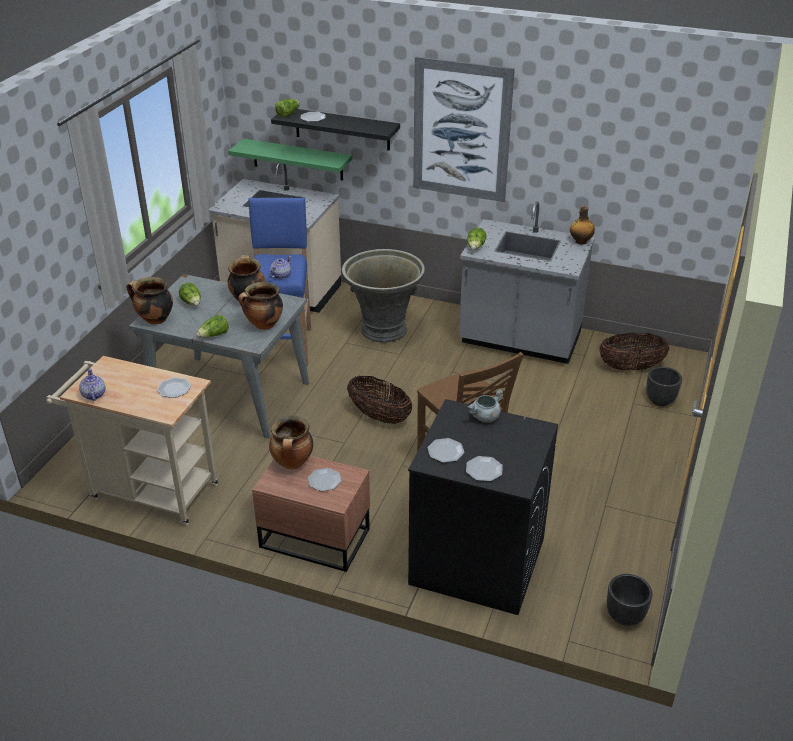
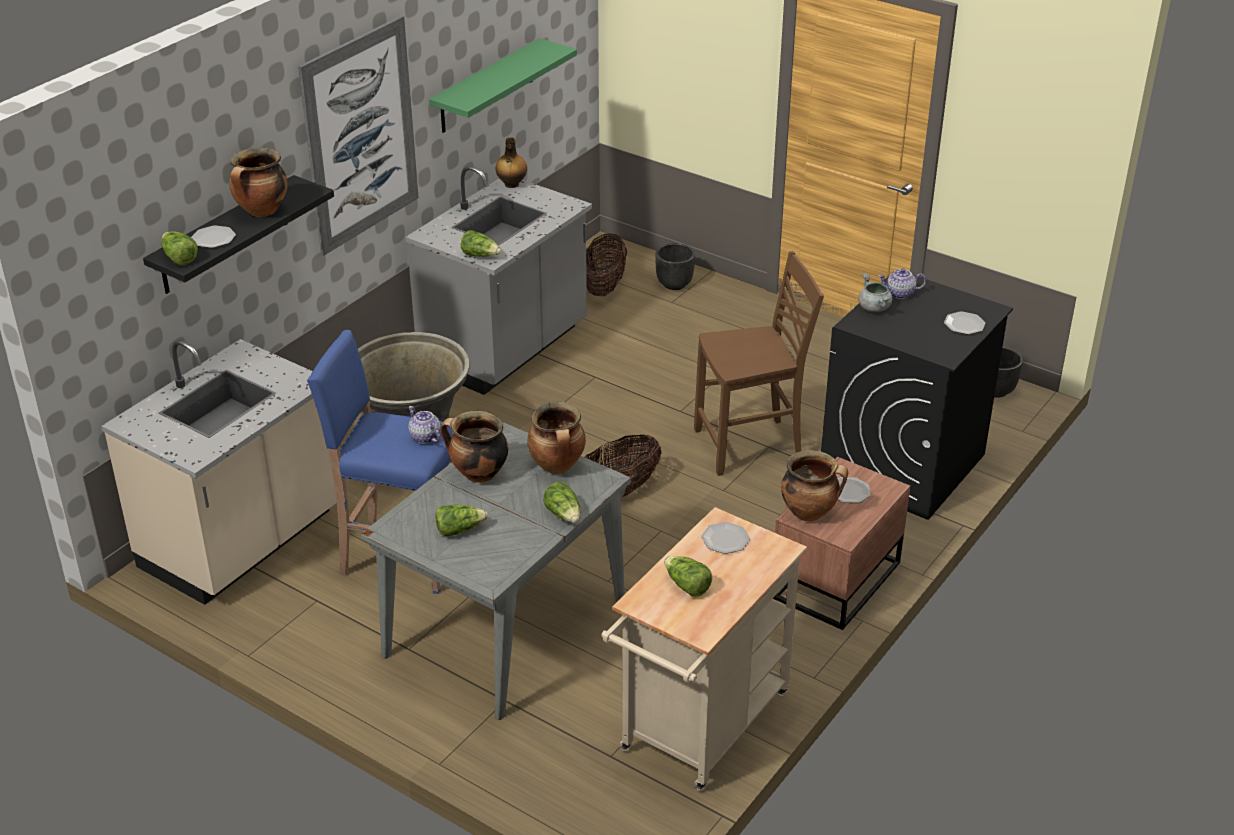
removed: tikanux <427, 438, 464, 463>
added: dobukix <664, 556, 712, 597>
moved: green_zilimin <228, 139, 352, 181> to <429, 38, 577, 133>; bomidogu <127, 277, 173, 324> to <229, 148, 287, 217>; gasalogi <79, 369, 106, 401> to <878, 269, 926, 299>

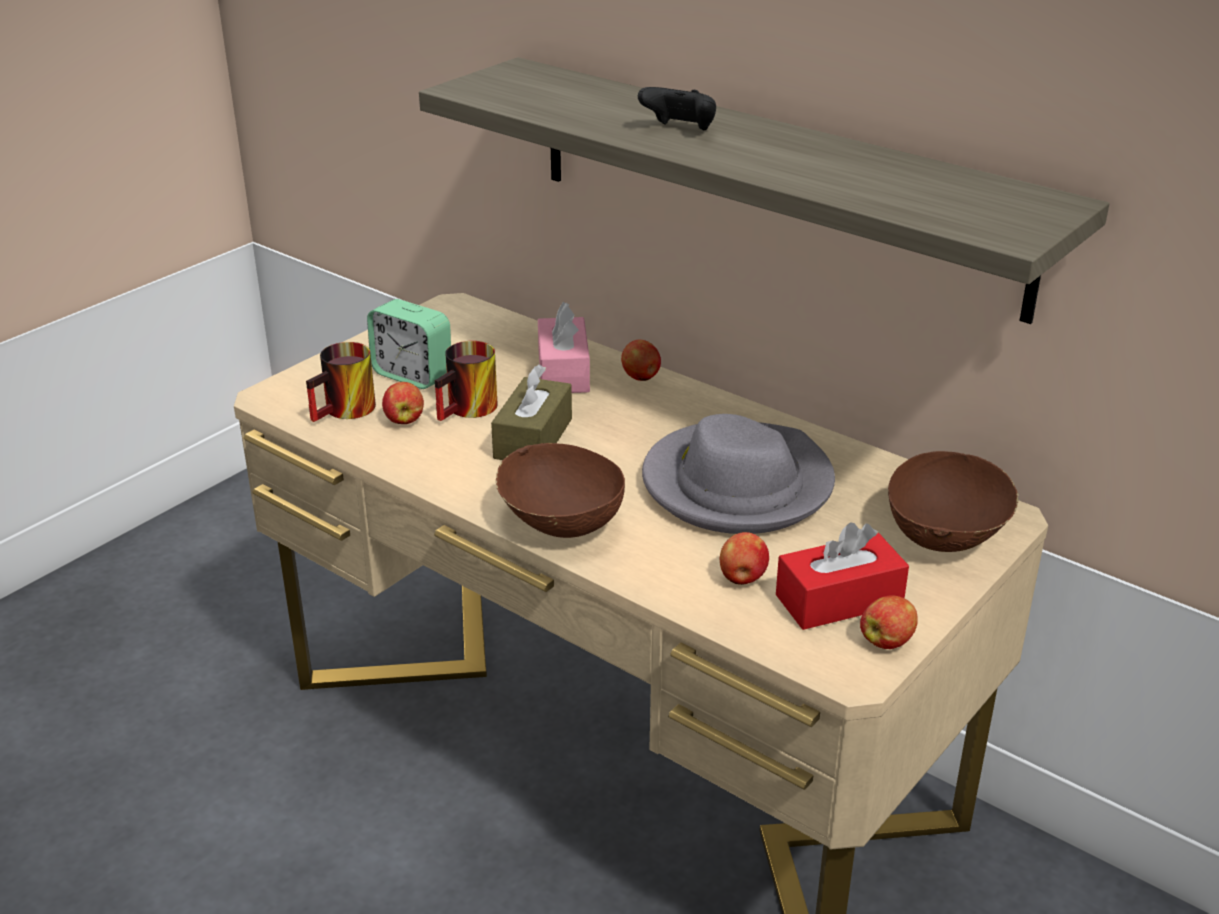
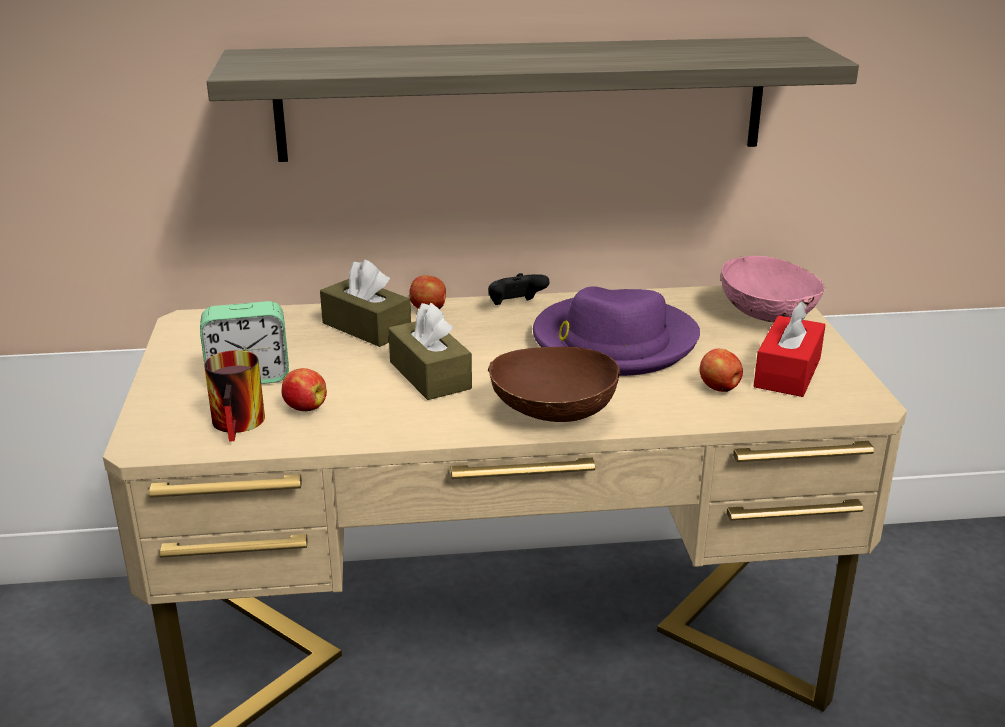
removed: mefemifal <435, 341, 498, 421>; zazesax <860, 595, 918, 649>
moved: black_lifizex <638, 87, 716, 130> to <488, 273, 550, 305>
recoloured: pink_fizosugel <538, 302, 590, 393> to brown_fizosugel <320, 259, 411, 347>; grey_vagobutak <642, 414, 835, 534> to purple_vagobutak <533, 286, 700, 376>; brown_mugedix <888, 451, 1019, 552> to pink_mugedix <721, 256, 825, 322>

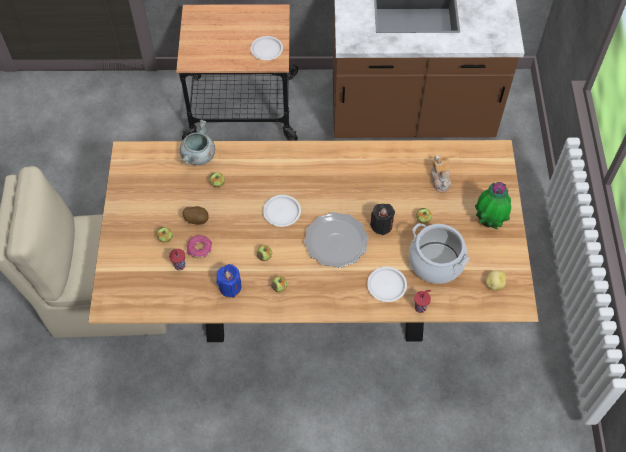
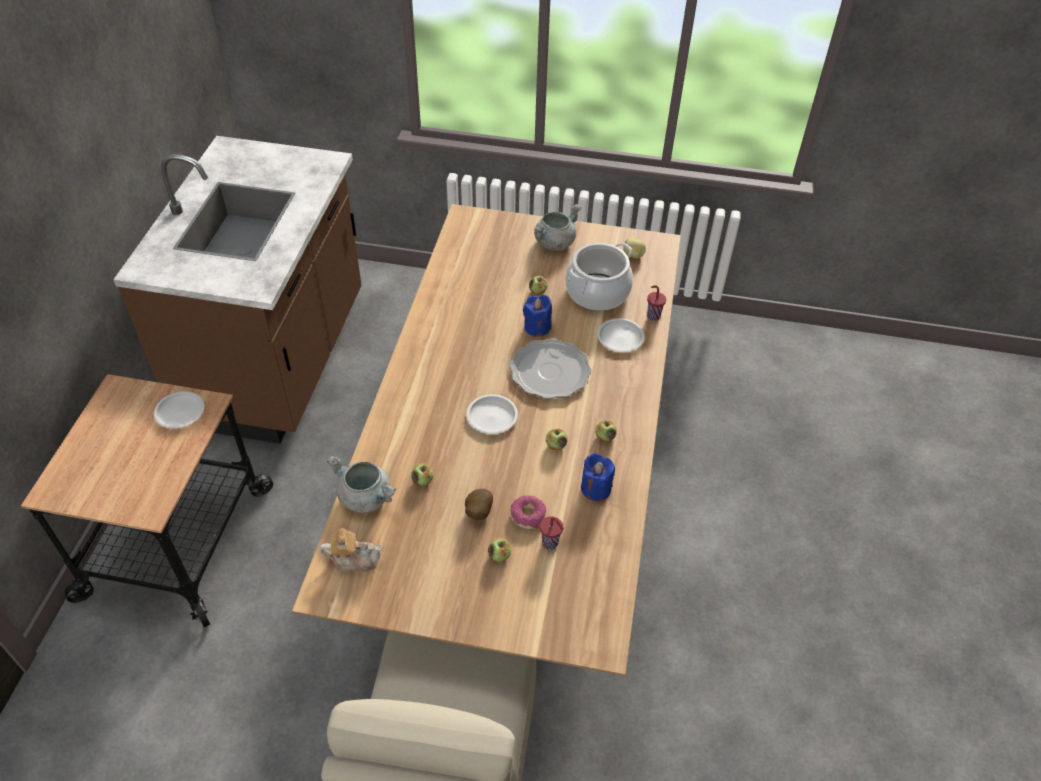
moved: gasalogi <430, 155, 451, 192> to <320, 528, 382, 572>
replaced: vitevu <475, 182, 511, 229> to grey_bomidogu <534, 204, 581, 251>
recoloured: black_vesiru <370, 204, 395, 235> to blue_vesiru <523, 295, 552, 337>

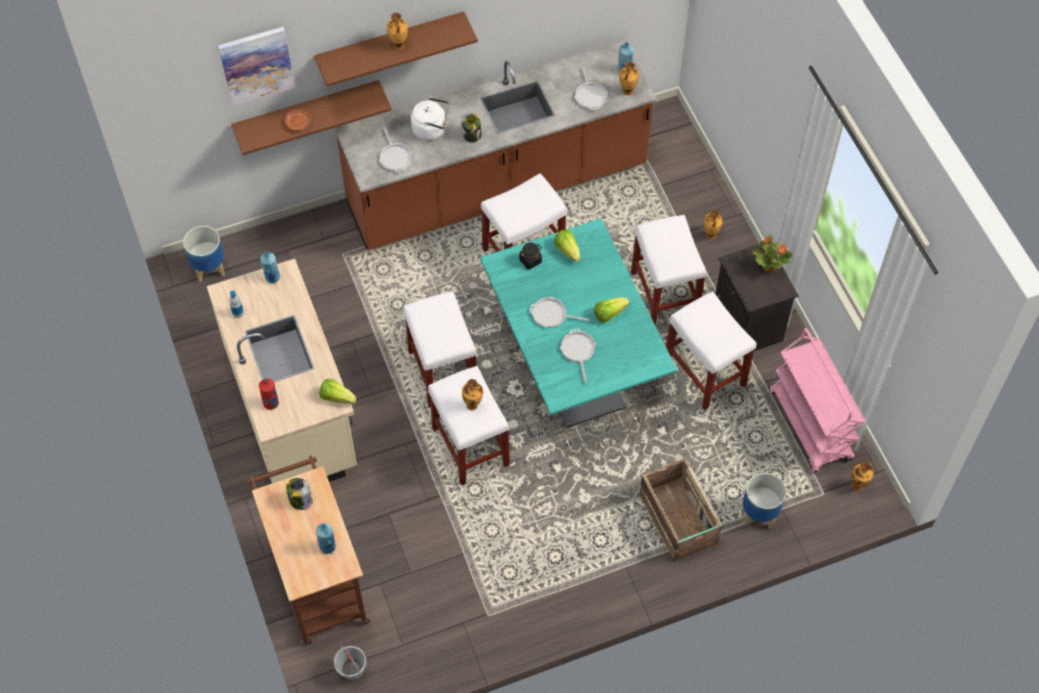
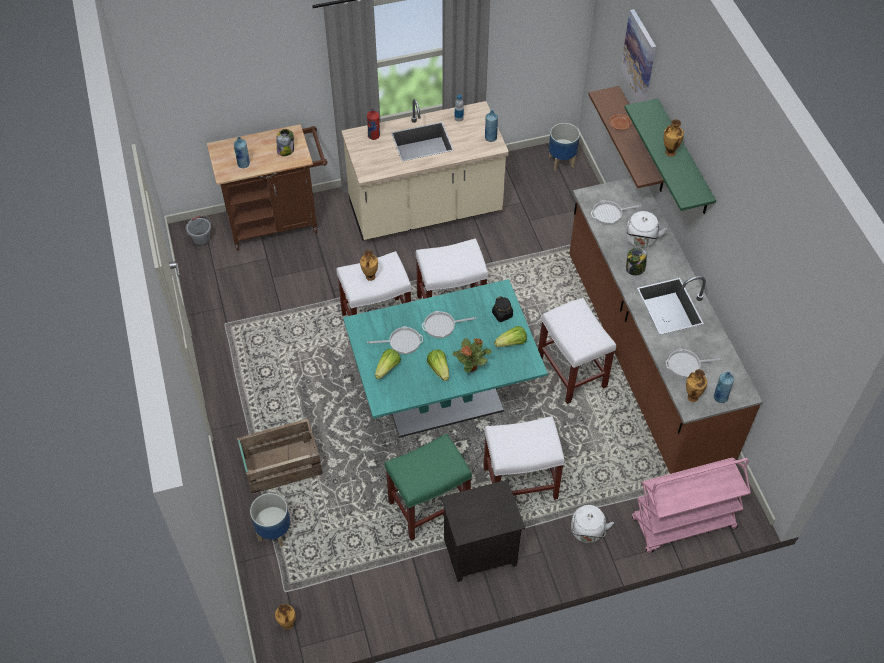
moved: vitevu <752, 235, 793, 273> to <453, 338, 492, 372>; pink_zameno <769, 328, 866, 473> to <632, 458, 751, 553>; dobukix <319, 379, 357, 404> to <375, 349, 401, 379>
replaced: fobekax <703, 209, 723, 239> to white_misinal <571, 505, 614, 543>
recoloured: brown_zilimin <314, 12, 478, 87> to green_zilimin <624, 98, 716, 214>; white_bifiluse <666, 291, 756, 410> to green_bifiluse <385, 434, 472, 541>
turned: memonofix <529, 297, 590, 328> = <422, 311, 476, 338> 120 degrees counterclockwise

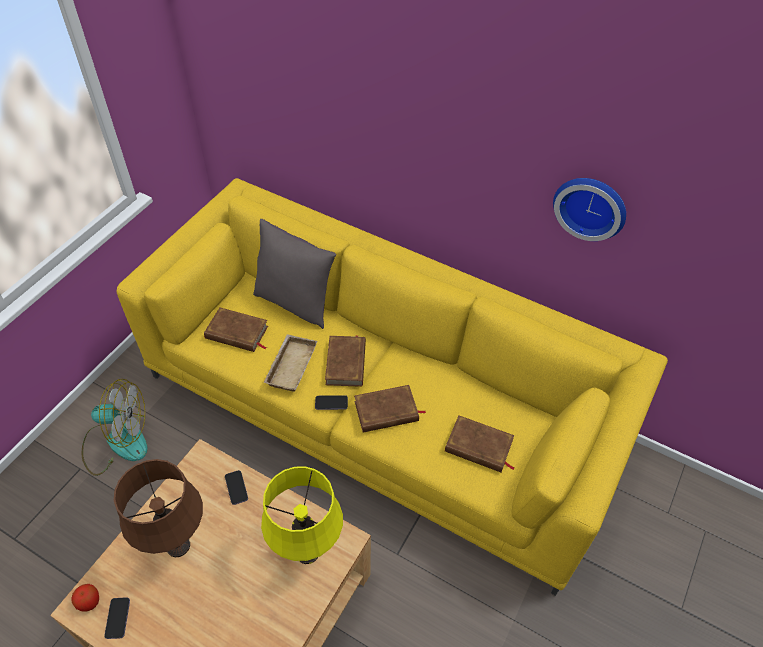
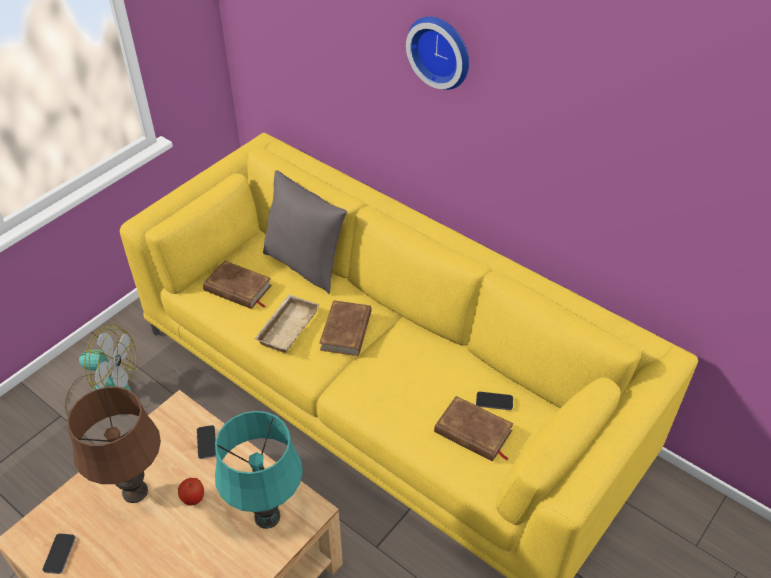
removed: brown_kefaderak <354, 385, 426, 432>
moved: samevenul <553, 178, 626, 241> to <406, 17, 469, 90>; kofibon <315, 395, 348, 410> to <476, 392, 513, 410>; zazesax <71, 584, 99, 611> to <178, 478, 204, 506>
recoloured: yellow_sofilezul <261, 466, 343, 564> to turquoise_sofilezul <215, 411, 303, 529>

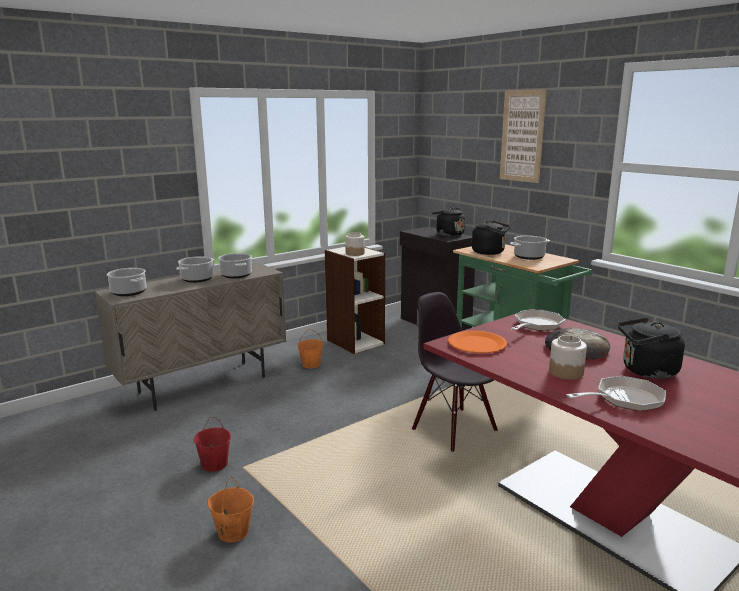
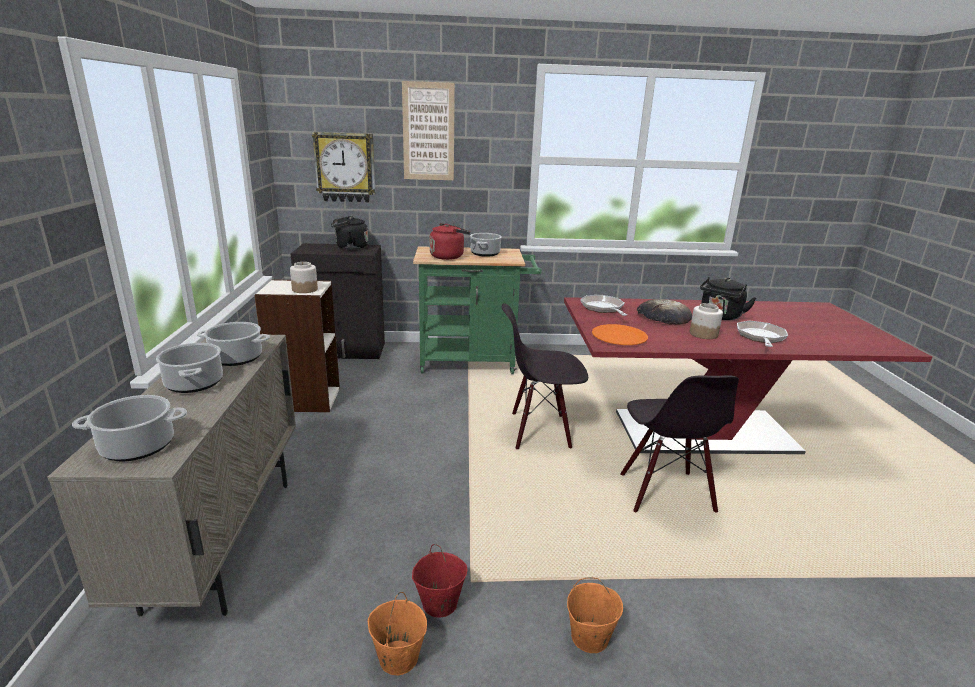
added: samevenul <312, 132, 376, 202>; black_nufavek <620, 375, 739, 513>
moved: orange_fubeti <297, 329, 323, 369> to <368, 592, 427, 675>
recoloured: black_misinal <472, 221, 511, 255> to red_misinal <430, 223, 470, 260>

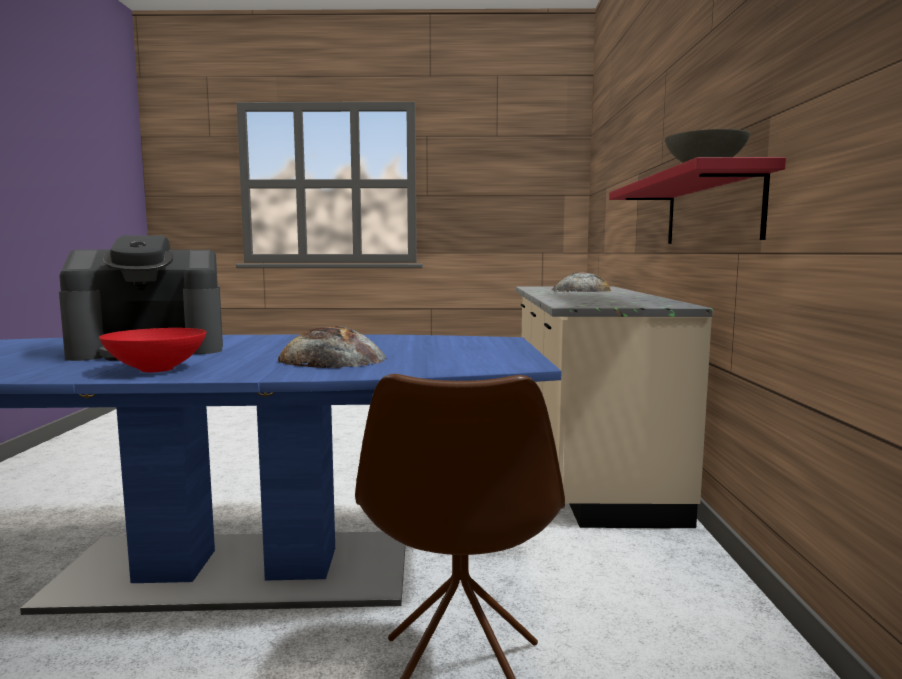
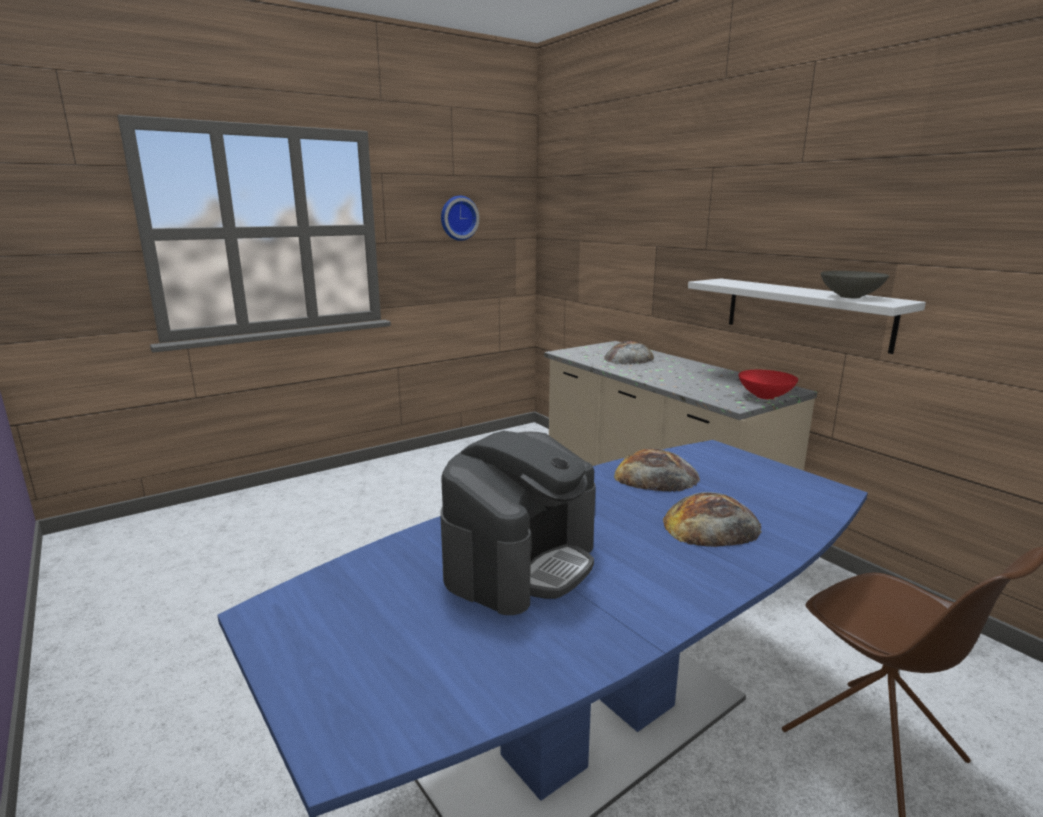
added: samevenul <441, 196, 479, 241>; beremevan <614, 448, 700, 492>
moved: red_mugedix <99, 328, 206, 372> to <738, 370, 798, 399>
recoloured: red_zilimin <609, 157, 786, 244> to white_zilimin <688, 279, 926, 354>

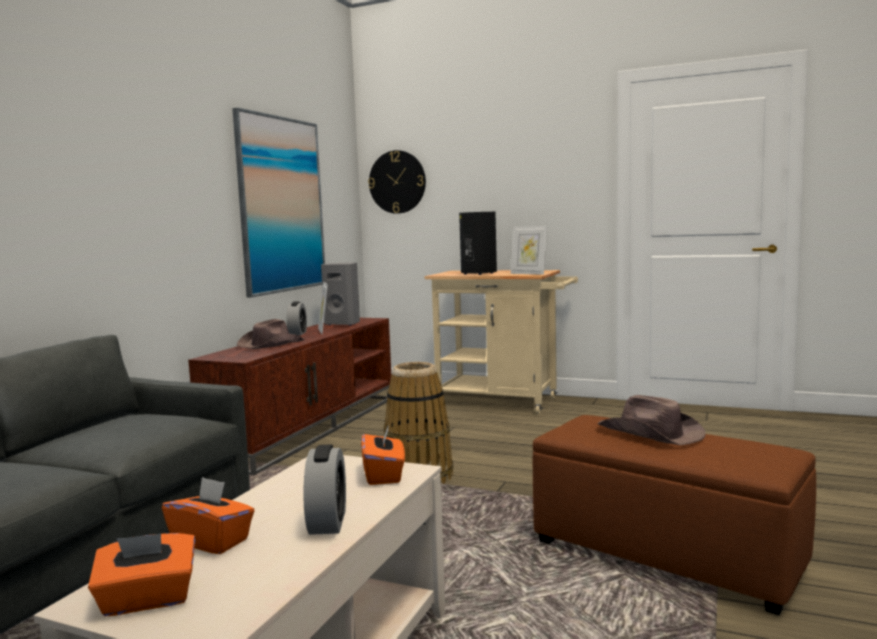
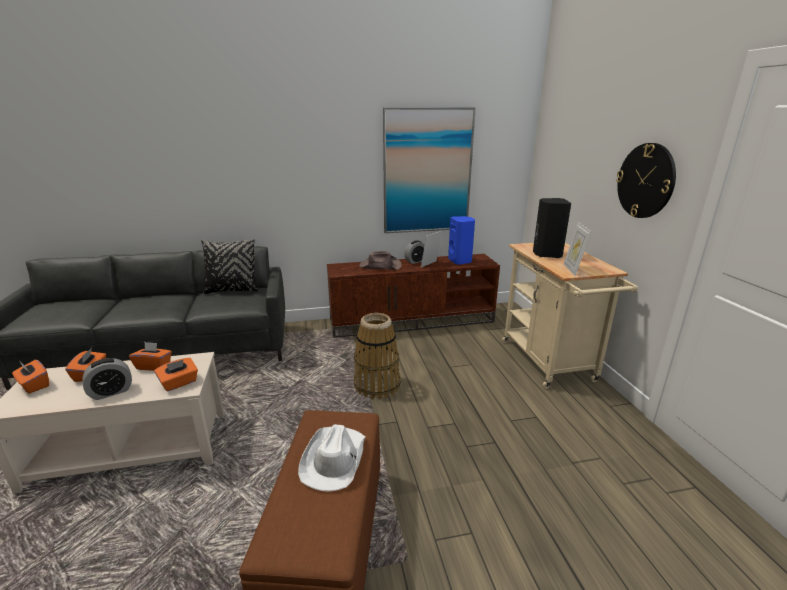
added: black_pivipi <201, 239, 258, 294>; orange_fizosugel <129, 342, 172, 371>
moved: samevenul <368, 150, 426, 214> to <616, 143, 676, 218>
recoloured: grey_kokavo <321, 263, 360, 326> to blue_kokavo <448, 216, 475, 265>; brown_vagobutak <598, 395, 706, 445> to white_vagobutak <298, 424, 366, 492>

